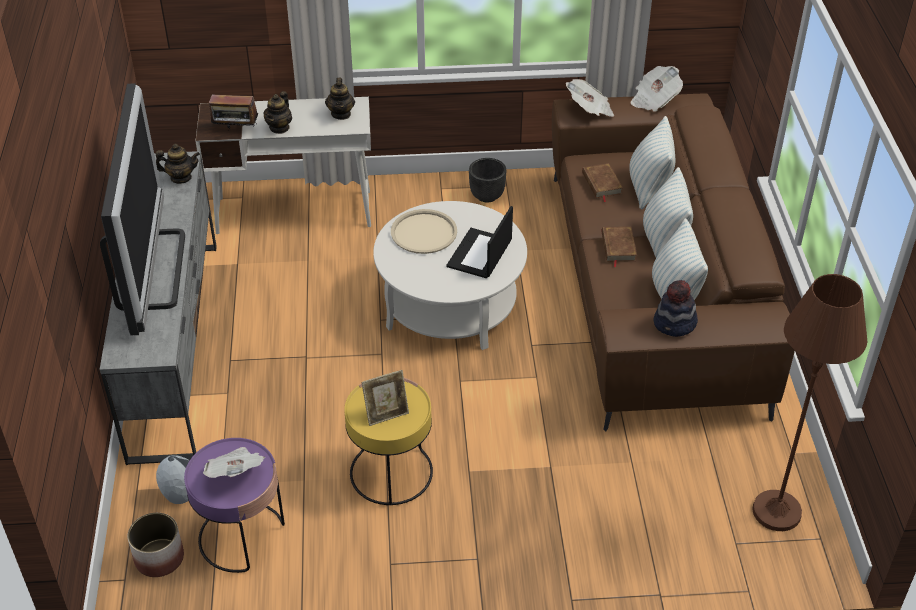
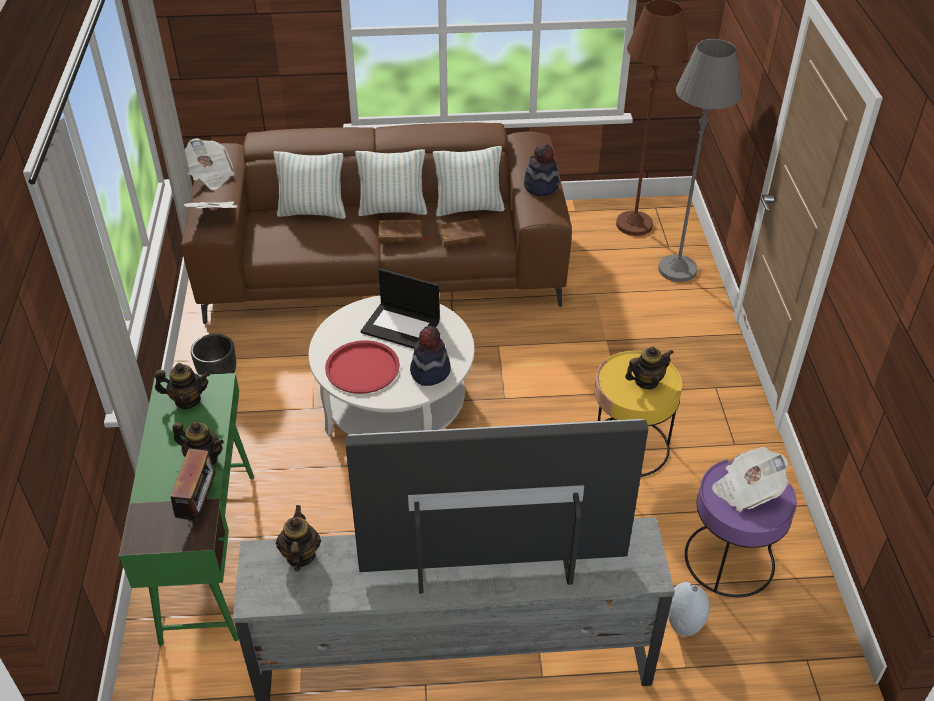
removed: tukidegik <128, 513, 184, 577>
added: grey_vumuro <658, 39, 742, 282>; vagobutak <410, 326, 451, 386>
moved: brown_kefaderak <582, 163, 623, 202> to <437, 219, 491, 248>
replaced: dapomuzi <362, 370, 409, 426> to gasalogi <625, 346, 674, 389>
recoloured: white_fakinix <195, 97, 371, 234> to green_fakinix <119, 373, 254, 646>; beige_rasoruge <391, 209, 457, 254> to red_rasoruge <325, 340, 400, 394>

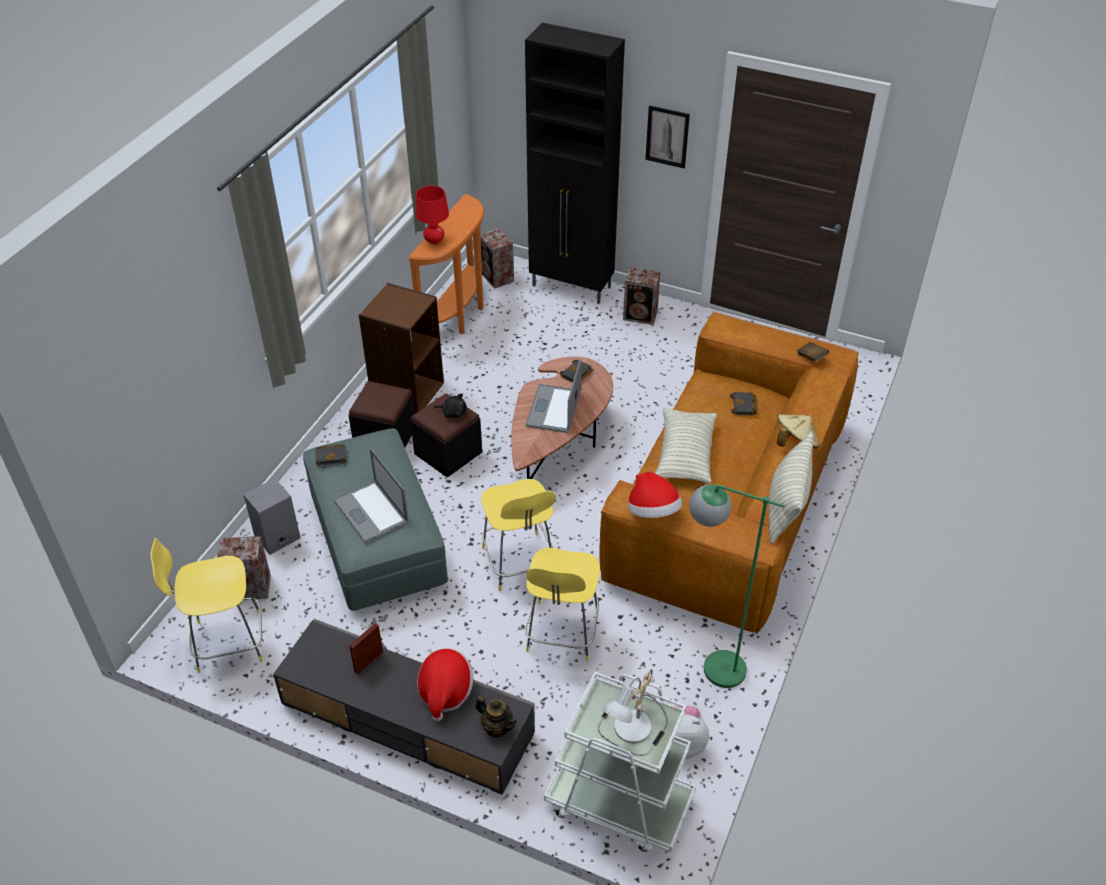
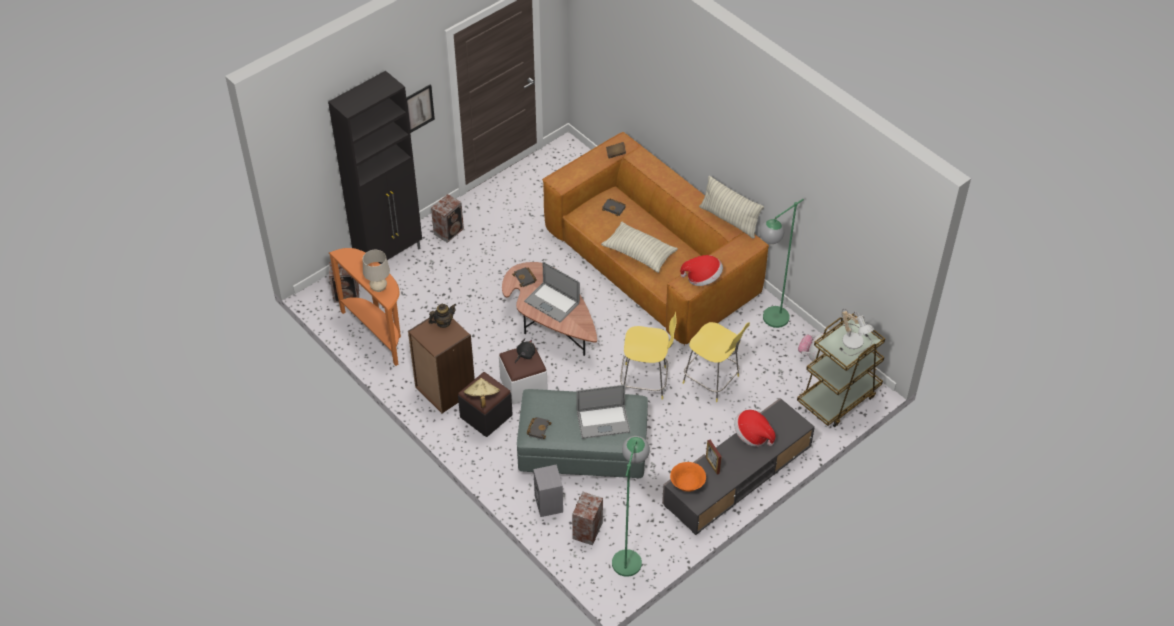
added: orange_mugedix <670, 462, 706, 492>
moved: beige_vagobutak <777, 414, 820, 448> to <464, 378, 500, 408>; gasalogi <476, 695, 517, 737> to <429, 304, 456, 328>
replaced: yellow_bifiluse <151, 538, 263, 673> to green_vumuro <612, 436, 650, 577>
recoloured: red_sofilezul <416, 186, 449, 244> to beige_sofilezul <363, 250, 390, 292>; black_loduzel <411, 393, 482, 477> to white_loduzel <499, 343, 548, 405>; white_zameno <544, 672, 696, 852> to brown_zameno <797, 314, 885, 427>

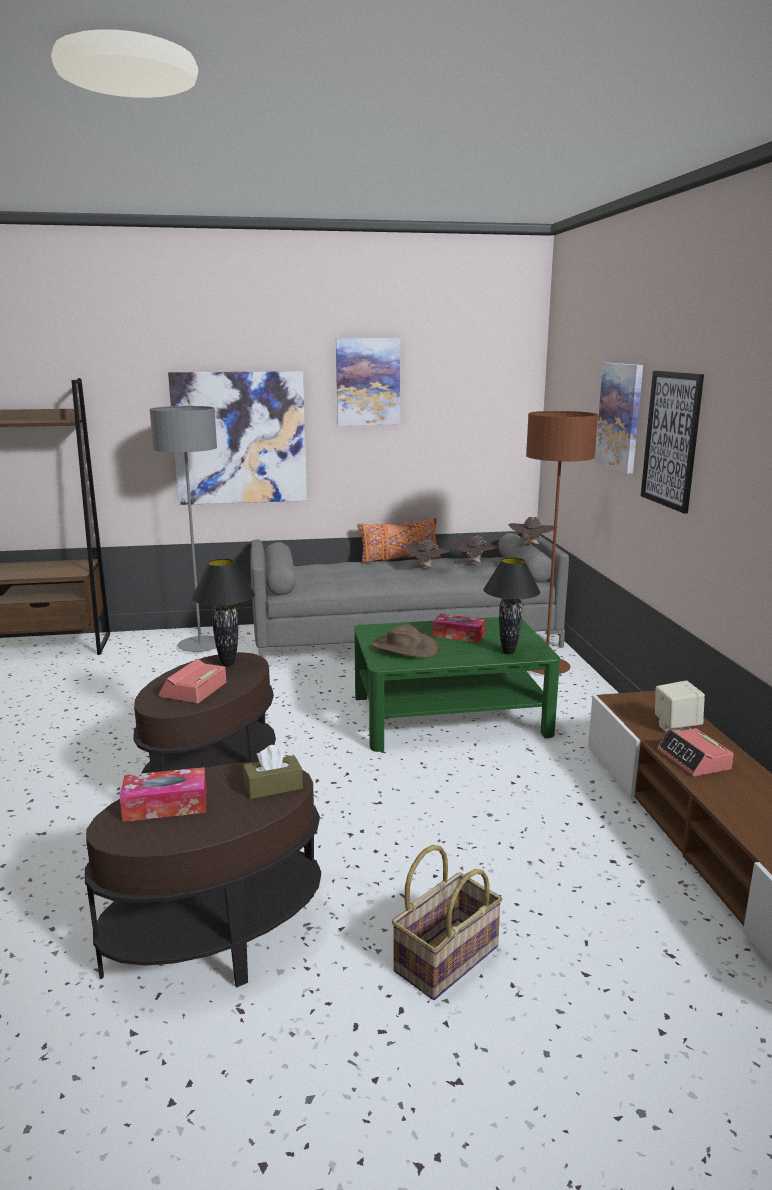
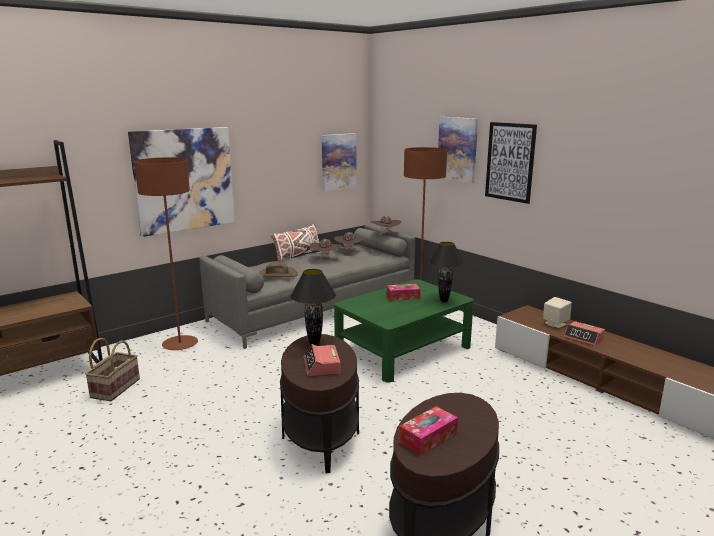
removed: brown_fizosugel <243, 745, 303, 799>
moved: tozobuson <336, 338, 400, 426> to <322, 133, 356, 191>; brown_vagobutak <371, 624, 439, 658> to <259, 261, 298, 277>; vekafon <392, 845, 502, 1000> to <85, 338, 140, 401>
recoloured: grey_vumuro <150, 406, 217, 652> to brown_vumuro <134, 157, 198, 350>; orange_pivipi <357, 518, 441, 563> to white_pivipi <271, 224, 319, 262>

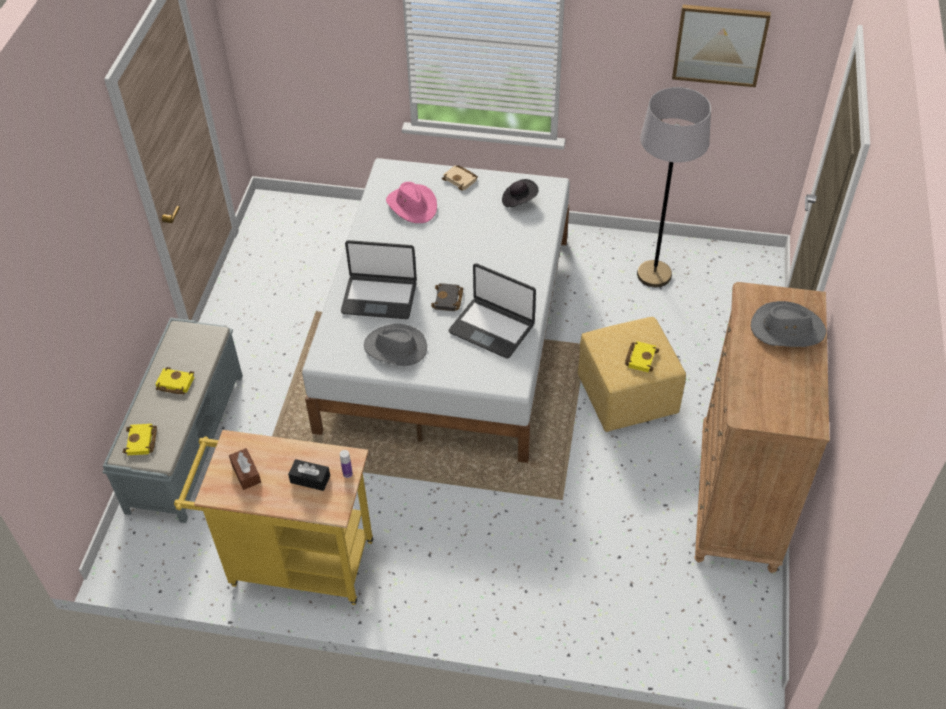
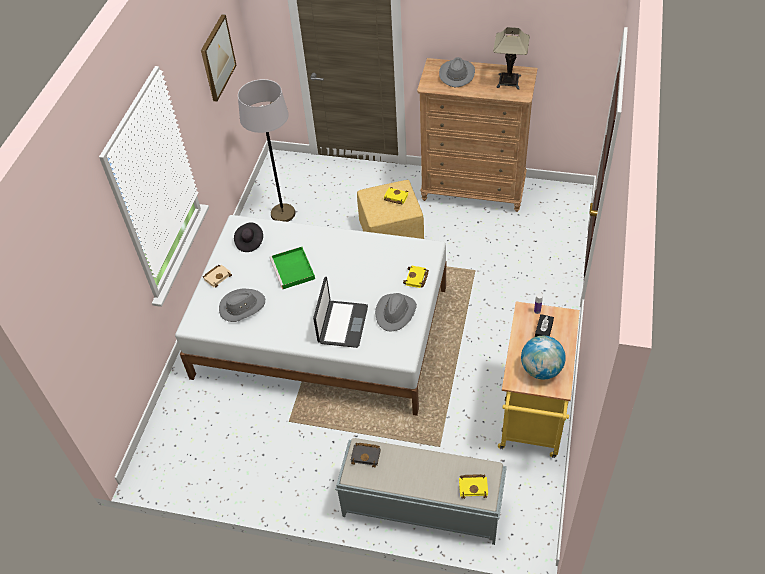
removed: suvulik <449, 263, 536, 359>
added: sofilezul <493, 27, 530, 89>; green_rasoruge <269, 247, 315, 289>
moved: black_kefaderak <431, 283, 463, 311> to <351, 443, 381, 468>; yellow_kefaderak <156, 367, 194, 395> to <403, 265, 429, 288>
replaced: brown_fizosugel <229, 448, 261, 490> to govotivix <521, 336, 566, 379>
recoloured: pink_vagobutak <386, 182, 437, 223> to grey_vagobutak <219, 289, 265, 322>

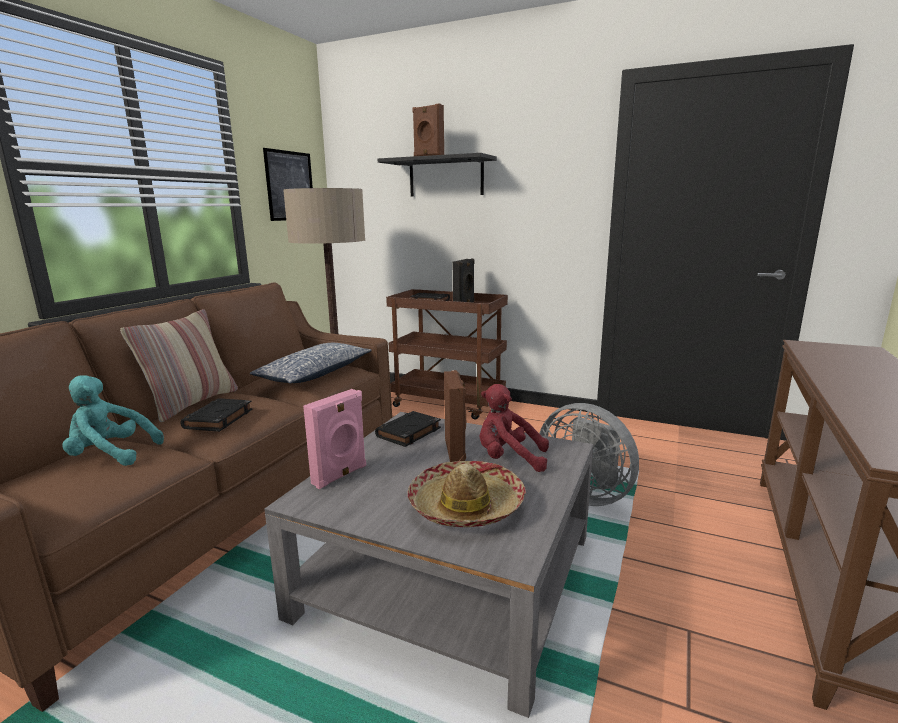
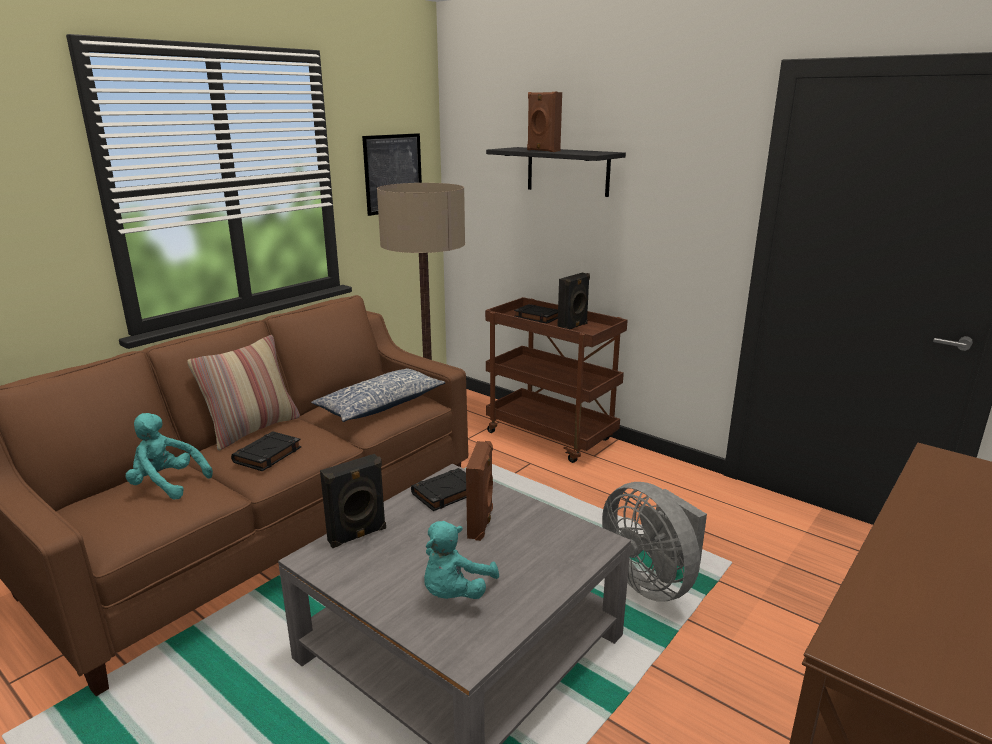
removed: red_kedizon <480, 384, 549, 472>
replaced: vagobutak <407, 461, 526, 527> to turquoise_kedizon <424, 521, 499, 599>
recoloured: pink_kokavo <303, 389, 366, 489> to black_kokavo <320, 454, 386, 548>

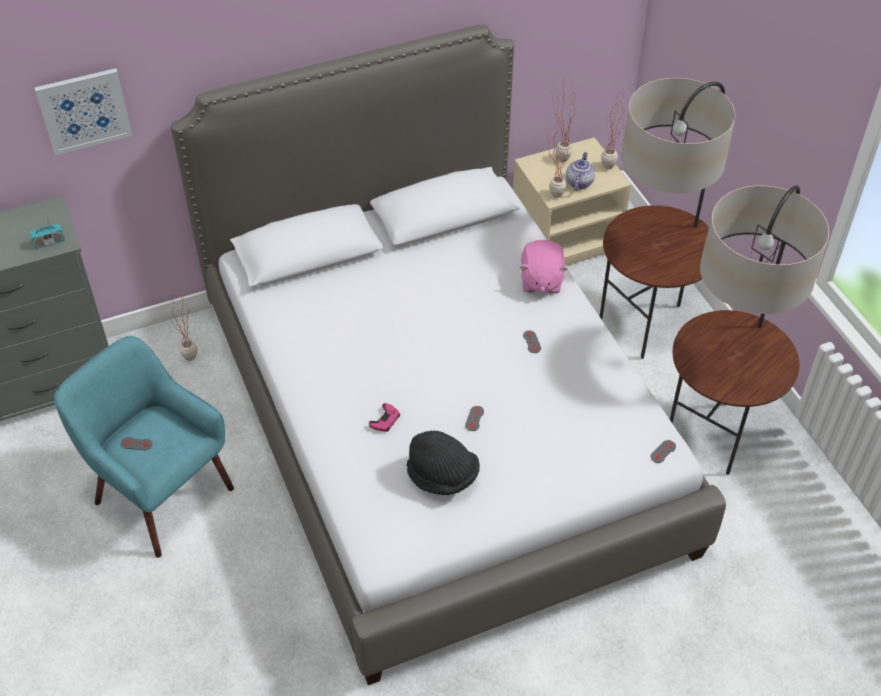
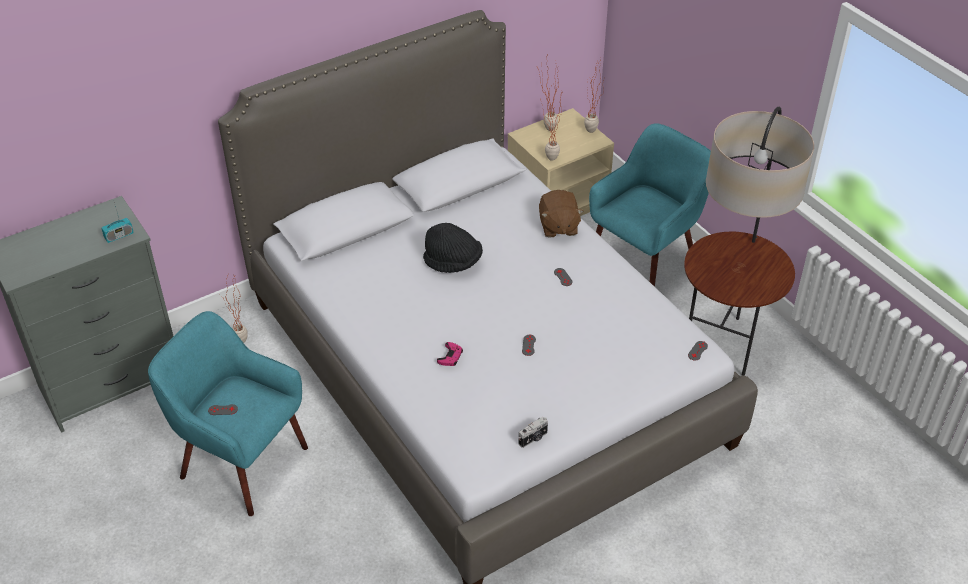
removed: tozobuson <34, 68, 133, 155>; gasalogi <566, 152, 595, 191>
added: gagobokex <518, 417, 548, 448>
moved: black_vagobutak <407, 430, 480, 495> to <423, 223, 483, 273>
replaced: vumuro <599, 78, 735, 359> to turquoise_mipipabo <589, 123, 711, 287>
recoloured: pink_kedizon <519, 240, 568, 293> to brown_kedizon <539, 190, 584, 238>

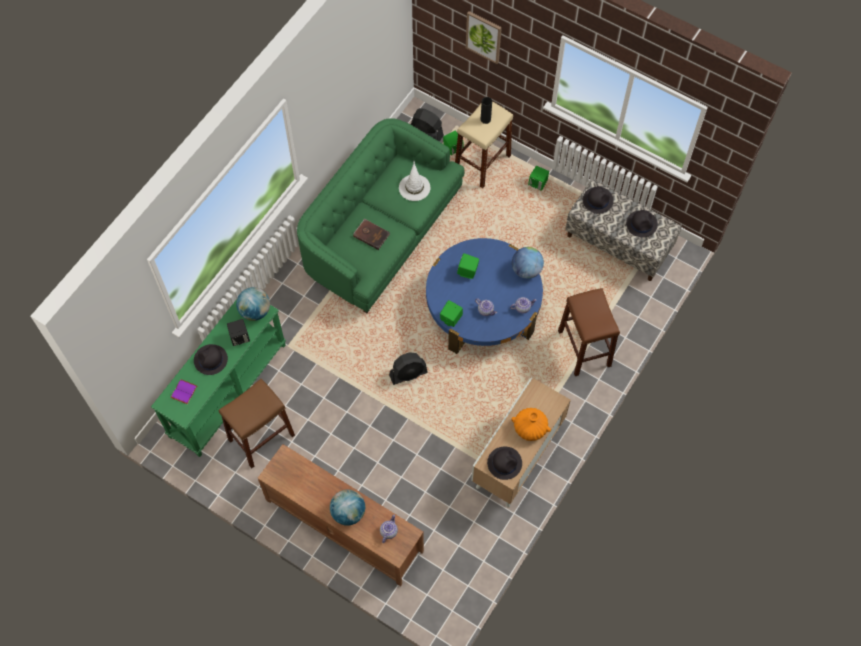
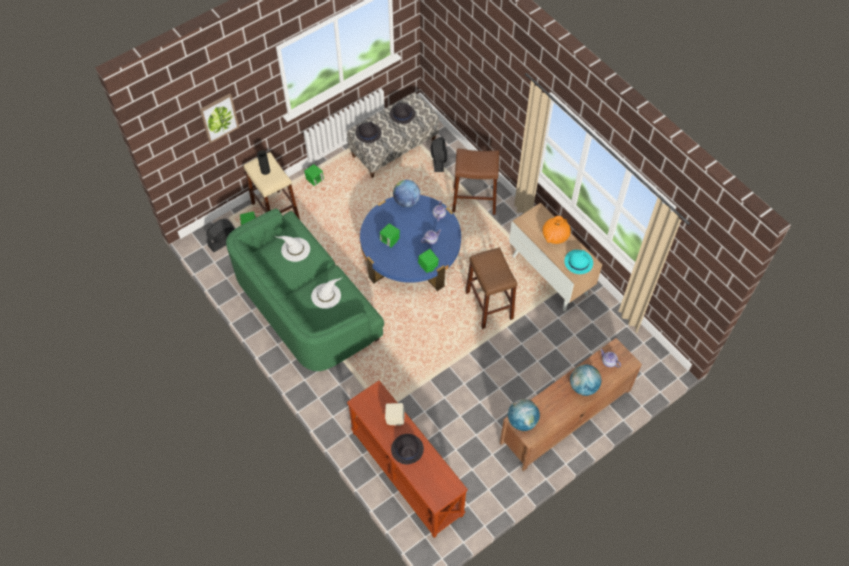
removed: purple_kefaderak <171, 379, 197, 404>
moved: govotivix <236, 287, 270, 321> to <508, 399, 540, 431>; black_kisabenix <389, 352, 428, 385> to <430, 137, 447, 172>; brown_bifiluse <219, 379, 295, 468> to <465, 247, 517, 329>
replaced: brown_kefaderak <353, 218, 390, 250> to white_vagobutak <311, 277, 343, 309>
recoloured: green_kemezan <151, 289, 286, 457> to brown_kemezan <347, 380, 468, 538>; black_kokavo <227, 319, 250, 346> to beige_kokavo <385, 403, 405, 426>; black_vagobutak <487, 447, 522, 480> to turquoise_vagobutak <564, 250, 593, 274>

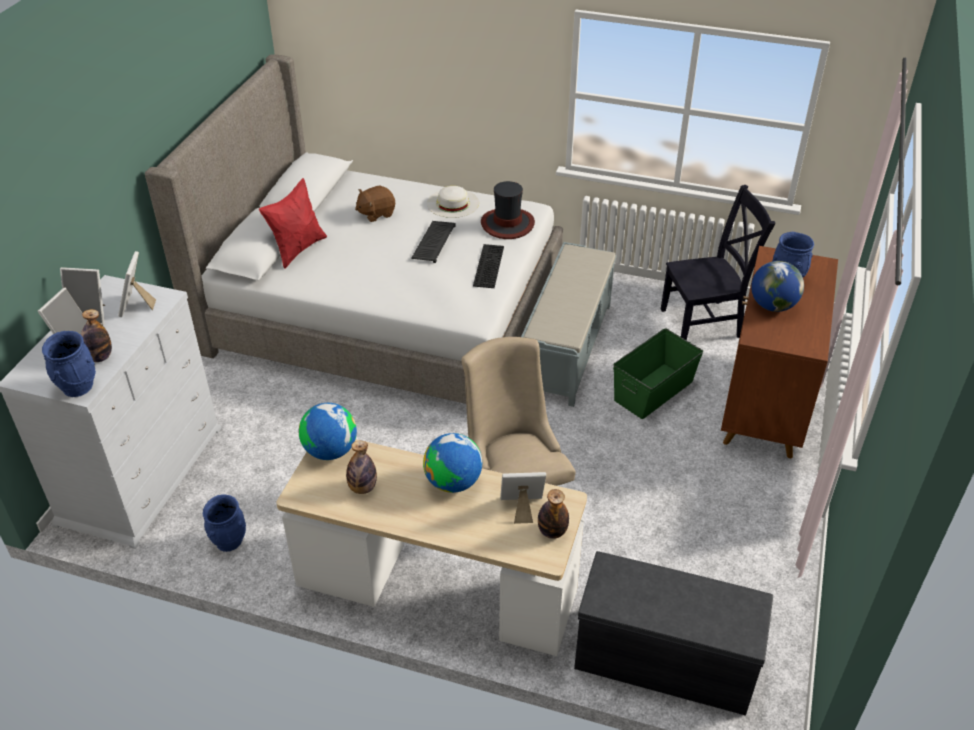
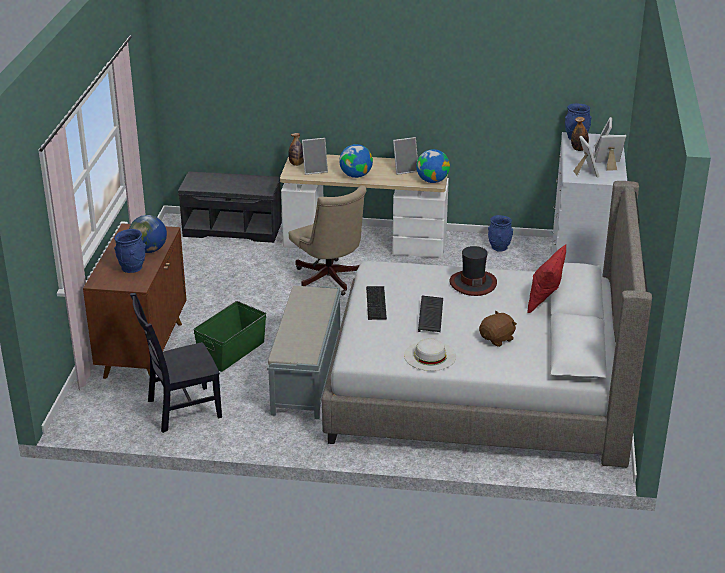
moved: vagobutak <481, 181, 535, 239> to <449, 246, 497, 296>
replaced: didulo <346, 441, 377, 494> to dapomuzi <393, 137, 418, 175>

